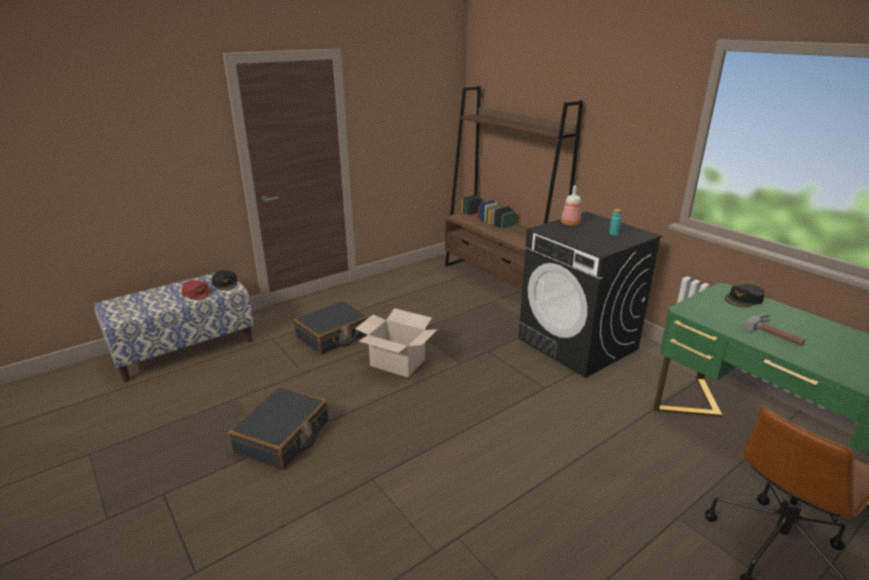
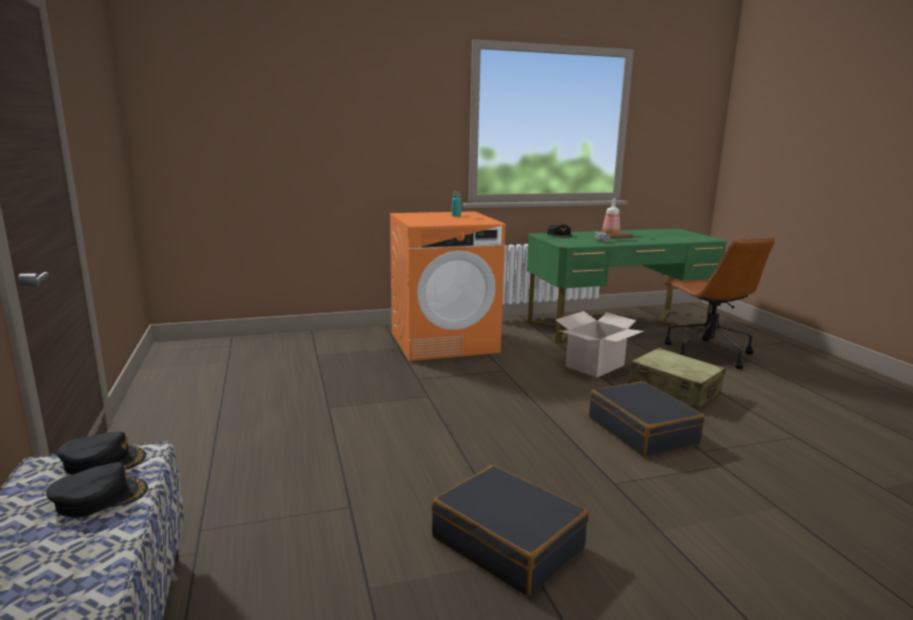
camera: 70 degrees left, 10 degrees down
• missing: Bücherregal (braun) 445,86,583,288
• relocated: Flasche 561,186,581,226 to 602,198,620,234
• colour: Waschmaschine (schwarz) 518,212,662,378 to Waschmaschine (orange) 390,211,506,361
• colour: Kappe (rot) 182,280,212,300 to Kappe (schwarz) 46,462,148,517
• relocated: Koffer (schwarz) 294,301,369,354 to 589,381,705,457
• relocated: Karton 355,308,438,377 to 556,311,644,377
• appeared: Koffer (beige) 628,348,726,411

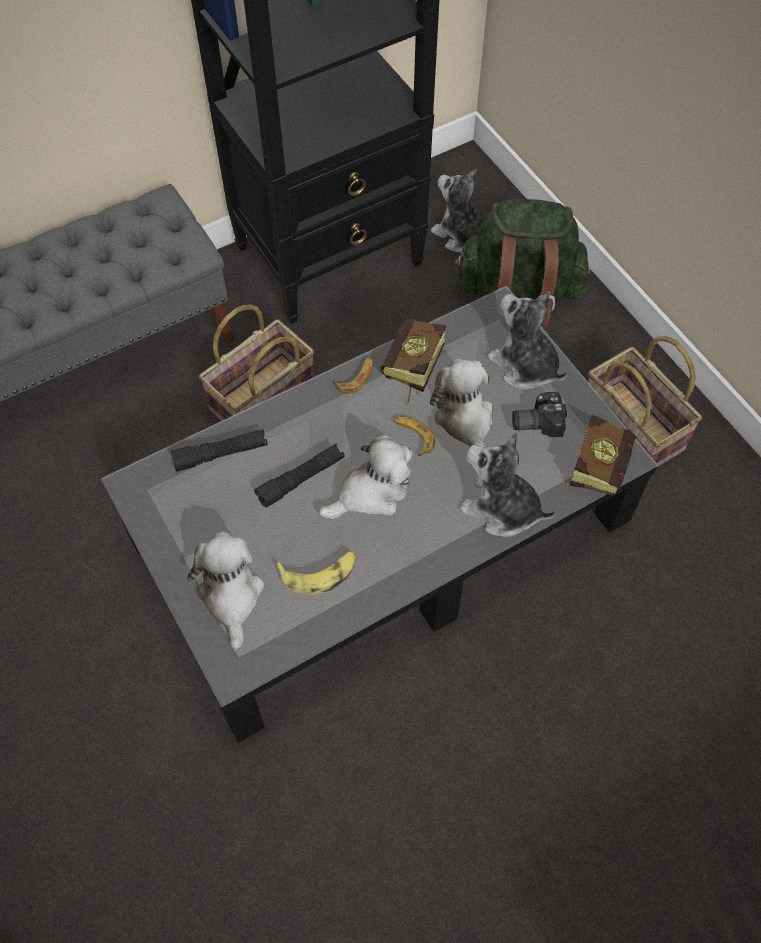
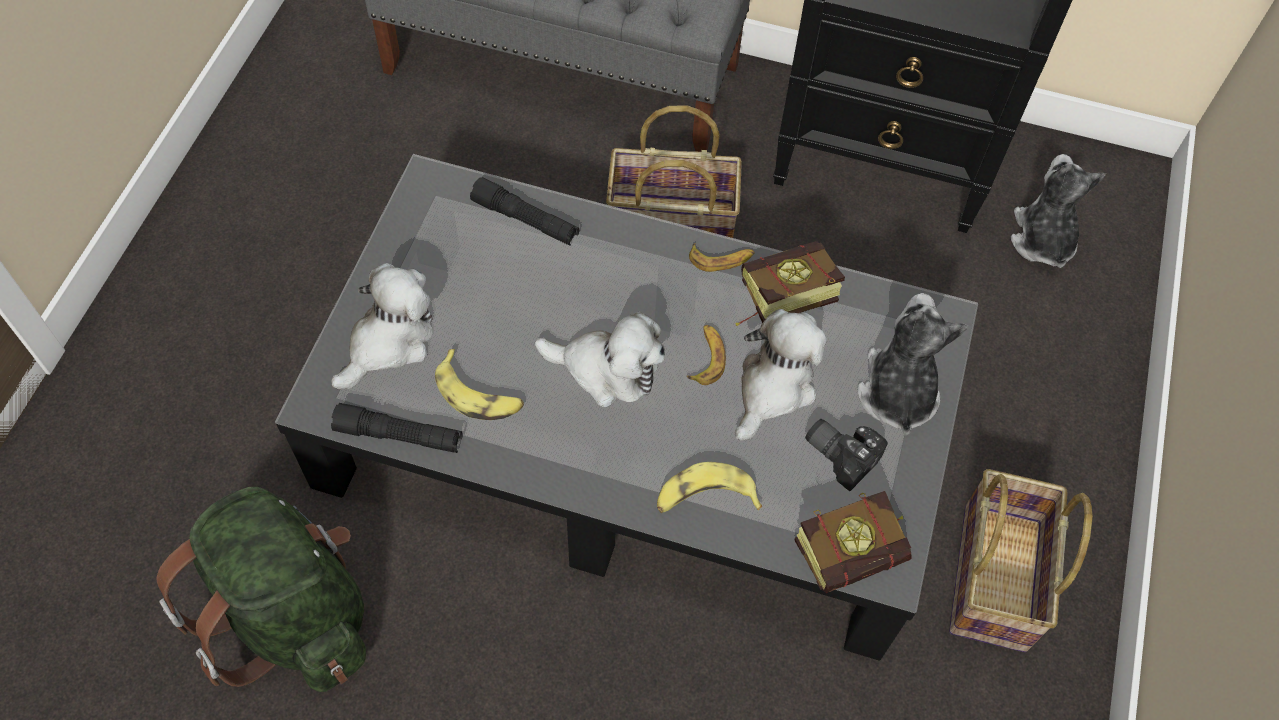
camera: 45 degrees right, 0 degrees up
• relocated: Rucksack (grün) 455,199,590,328 to 156,487,366,692
• exchanged: Plüschtier 460,432,557,537 to Banane 657,462,762,513
• relocated: Taschenlampe (schwarz) 255,443,345,508 to 331,403,463,453

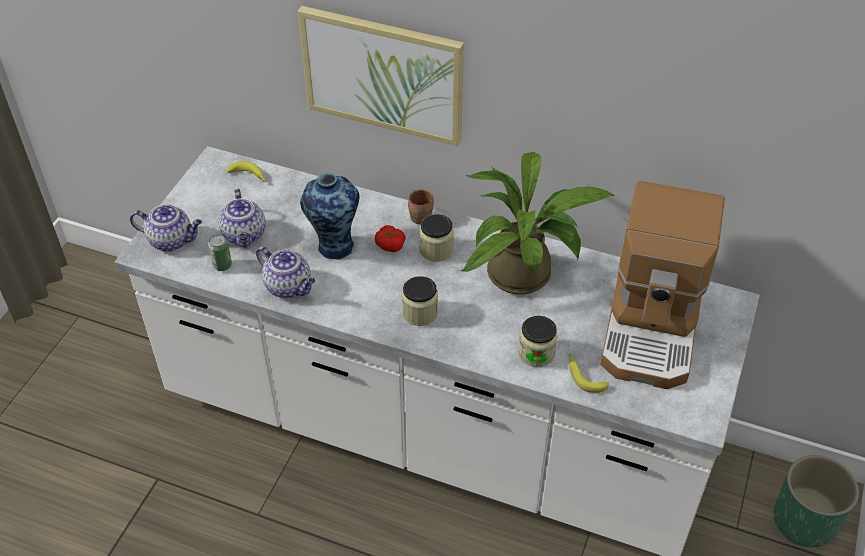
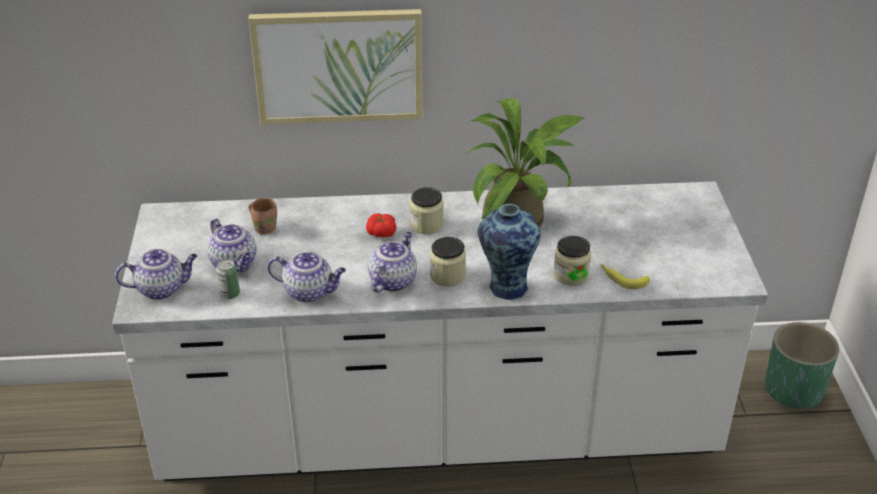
camera: 25 degrees left, 10 degrees down
• missing: Banane 227,161,266,182
• relocated: Vase 300,173,360,259 to 478,204,541,300
• missing: Kaffeemaschine 600,181,725,389
• relocated: Henkelbecher (braun) 408,189,434,224 to 249,198,277,234
• appeared: Teekanne 368,232,417,292

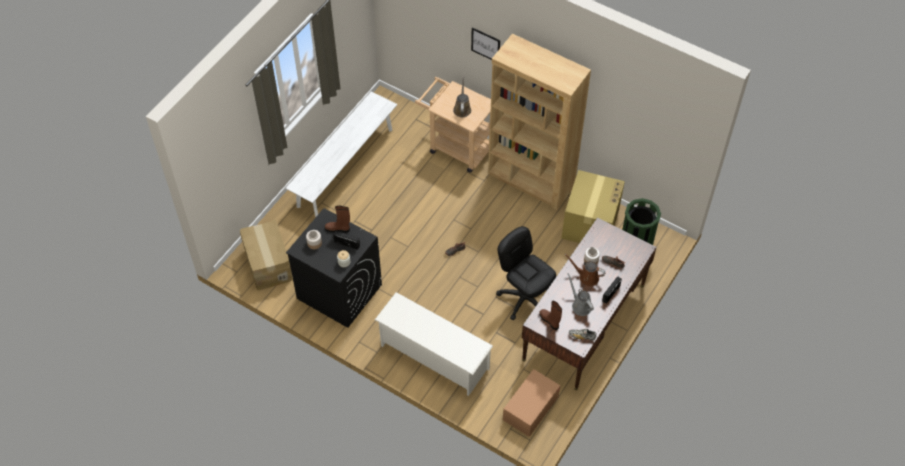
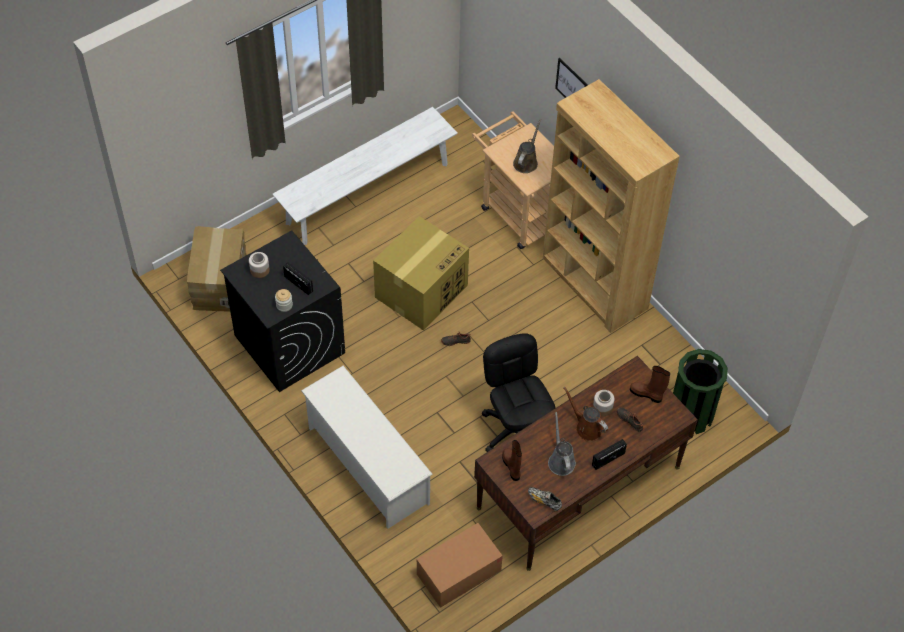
camera: 20 degrees right, 0 degrees up
• relocated: Karton 561,170,625,243 to 373,216,469,331
• relocated: Stiefel (braun) 325,206,350,233 to 630,366,670,403

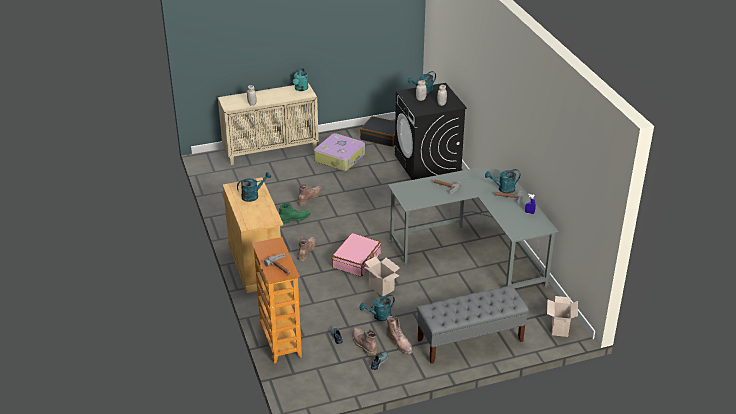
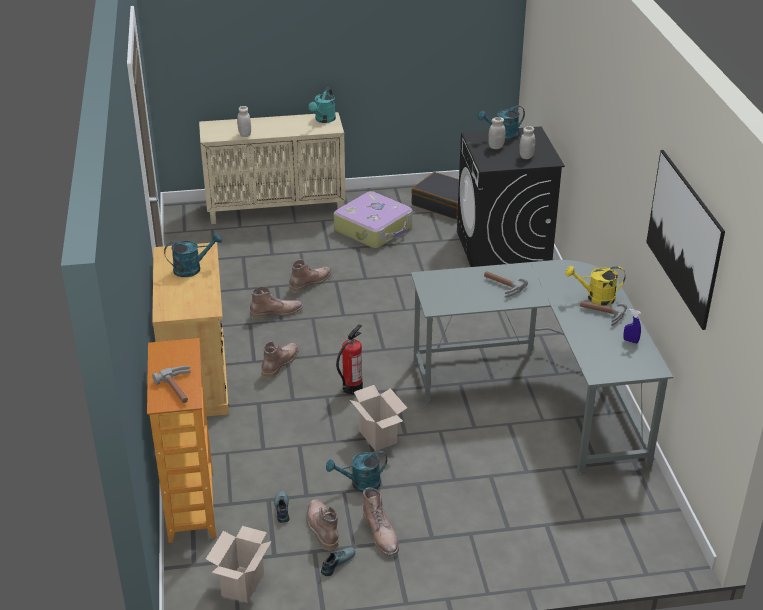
camera: 10 degrees right, 0 degrees up
• colour: Gießkanne (türkis) 485,169,520,193 to Gießkanne (gelb) 565,266,626,305
• colour: Stiefel (grün) 279,203,311,224 to Stiefel (braun) 250,286,303,319
• exchanged: Koffer (rosa) 332,233,381,277 to Feuerlöscher 336,324,363,395
• missing: Bank (grau) 417,285,529,364
• relocated: Karton 547,296,578,337 to 206,526,272,603
• appeared: Bild 646,150,725,330

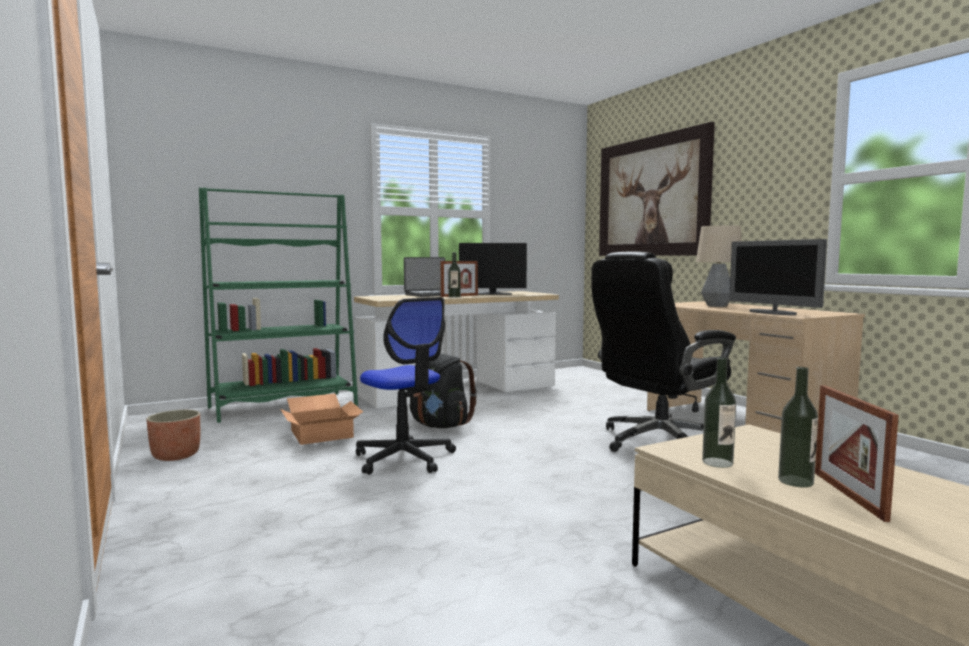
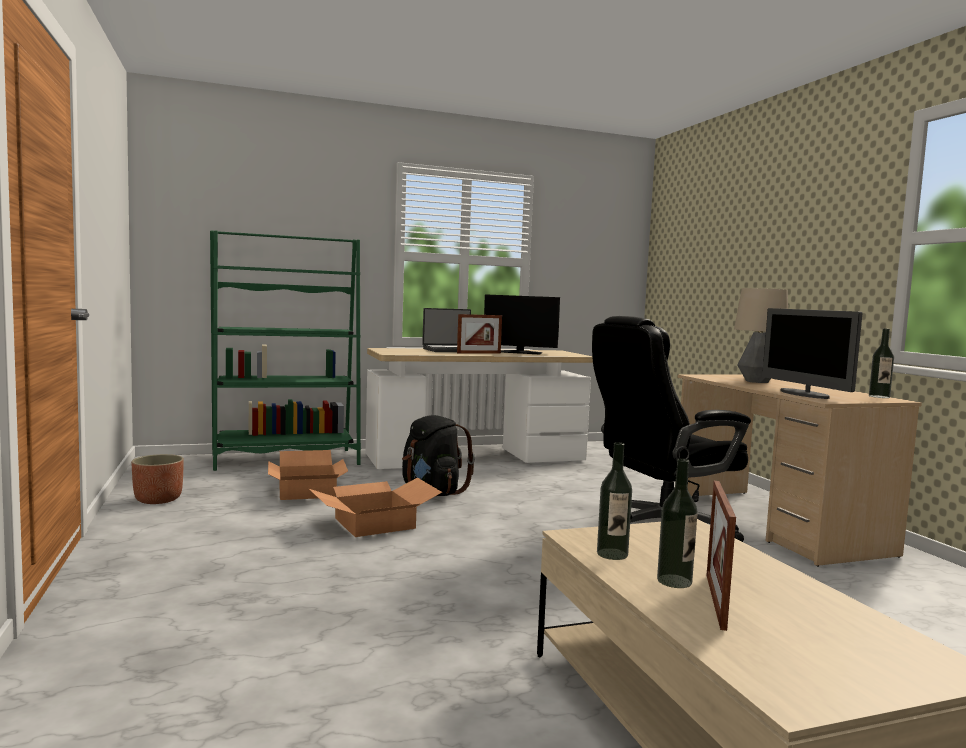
camera: 10 degrees right, 0 degrees up
• missing: Bild 599,122,715,256
• relocated: Flasche 448,252,461,298 to 869,328,894,398
• exchanged: Bürostuhl 356,297,456,475 to Karton 309,478,442,537

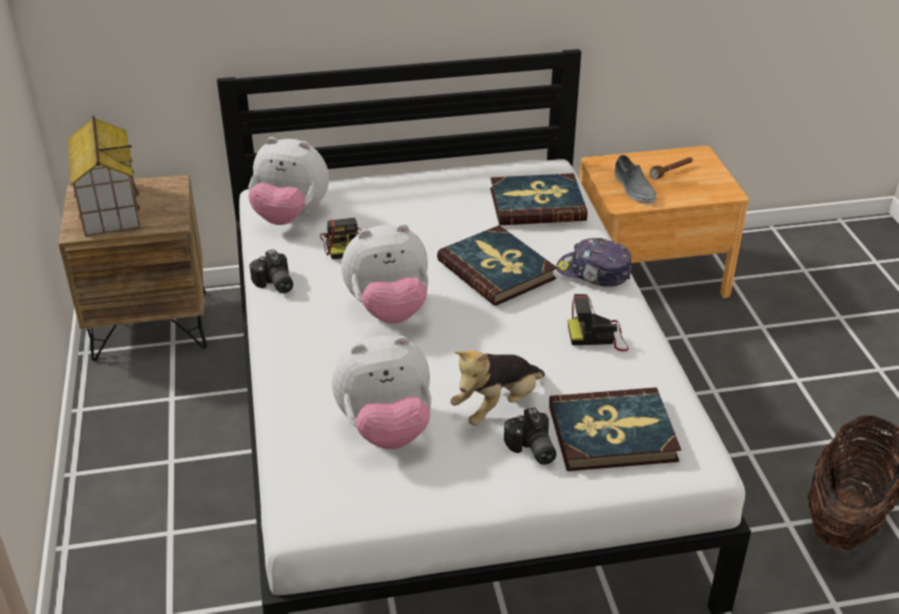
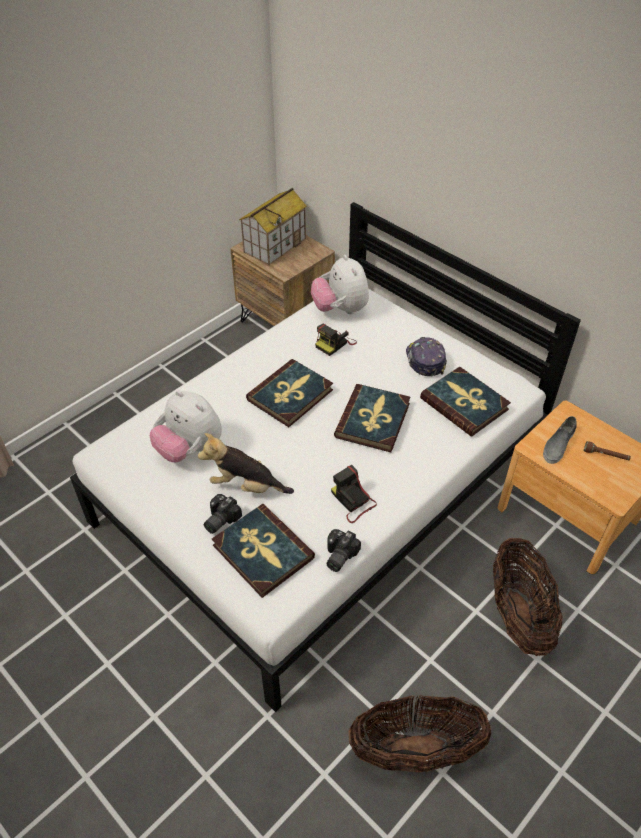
camera: 55 degrees right, 10 degrees up
• exchanged: Plüschtier 341,224,429,324 to Buch 246,359,333,427
• relocated: Kappe 556,238,632,287 to 406,337,447,377
• relocated: Kamera 250,249,293,293 to 327,529,361,572
• appeared: Korb 493,538,563,656

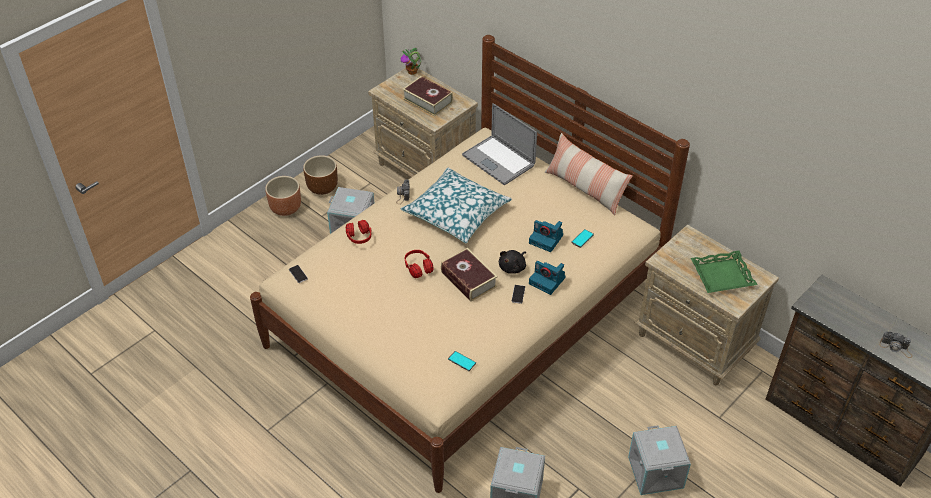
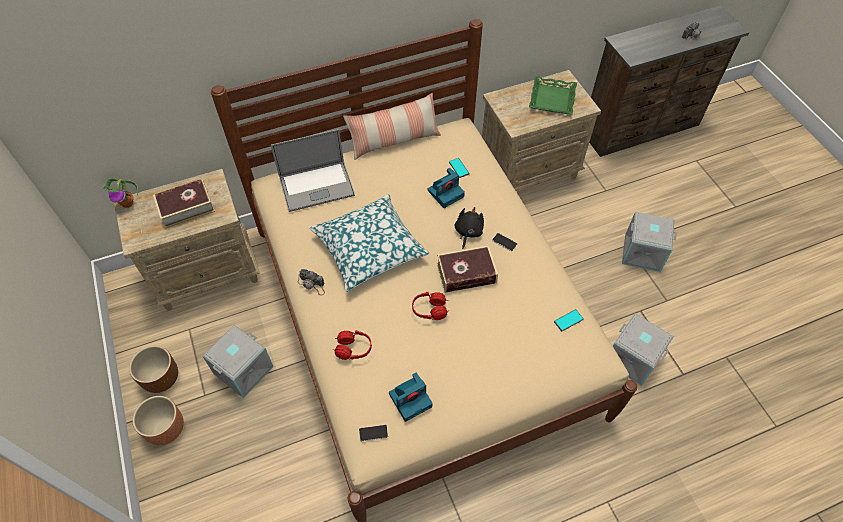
camera: 65 degrees left, 10 degrees up
• spun: Plüschtier (schwarz) 499,250,526,274 = 455,207,484,249 135 degrees counterclockwise
• relocated: Kamera 529,261,566,295 to 389,373,433,422

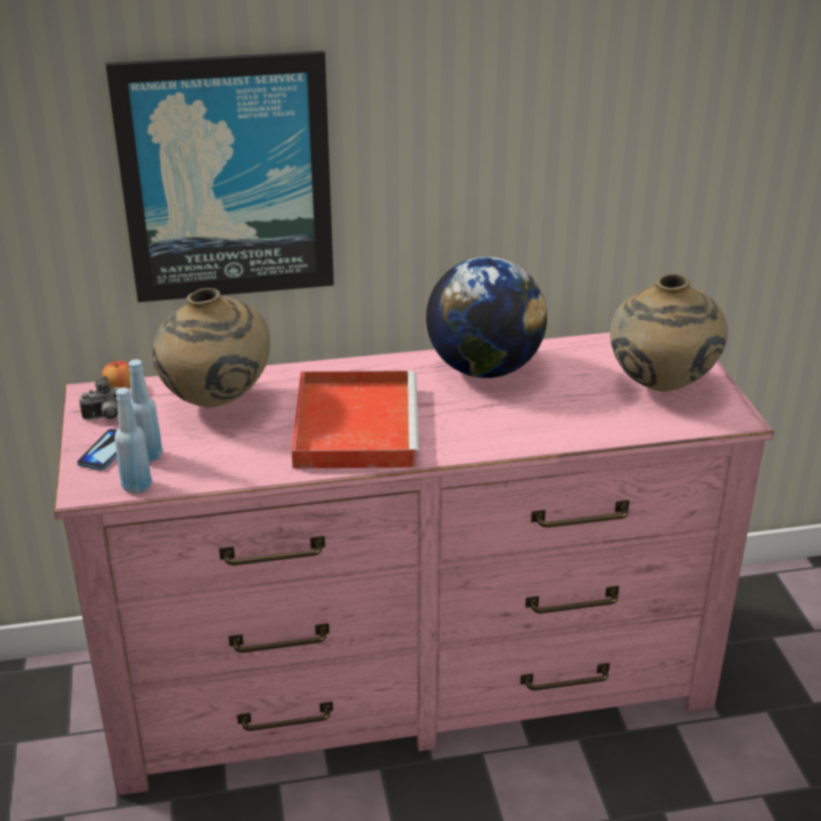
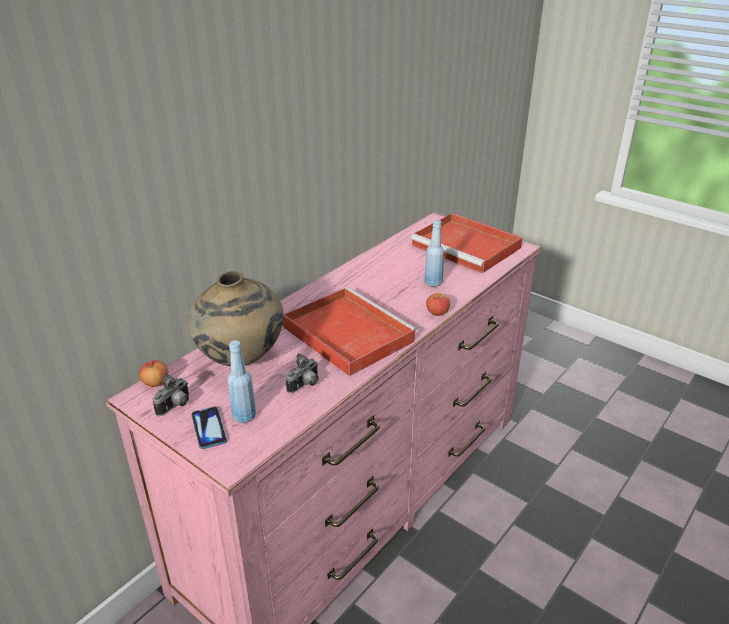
camera: 40 degrees left, 0 degrees up
• missing: Bild 106,51,334,302
• missing: Globus 426,257,547,378
• exchanged: Vase (beige) 610,274,728,392 to Tablett (rot) 411,213,523,273
• relocated: Flasche (blau) 114,387,152,493 to 424,220,444,287
• appeared: Apfel 426,293,450,316
• appeared: Kamera 286,353,319,393

